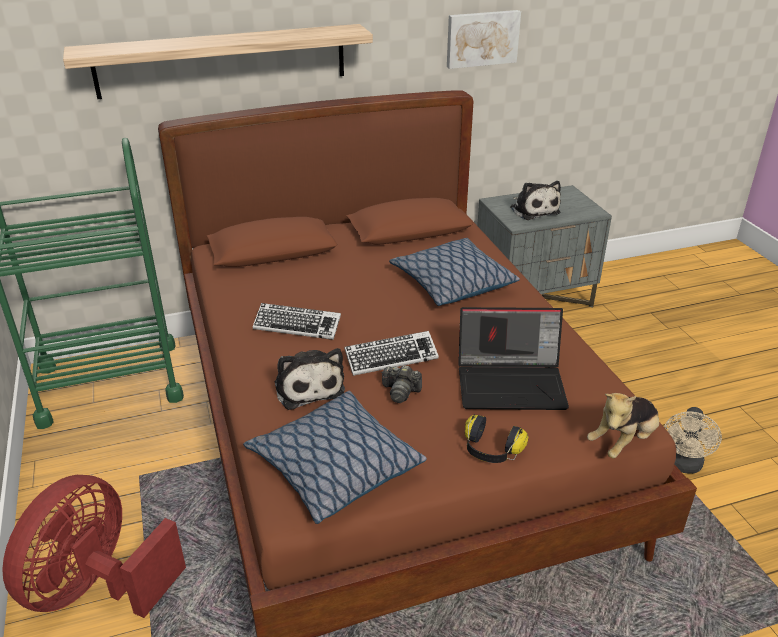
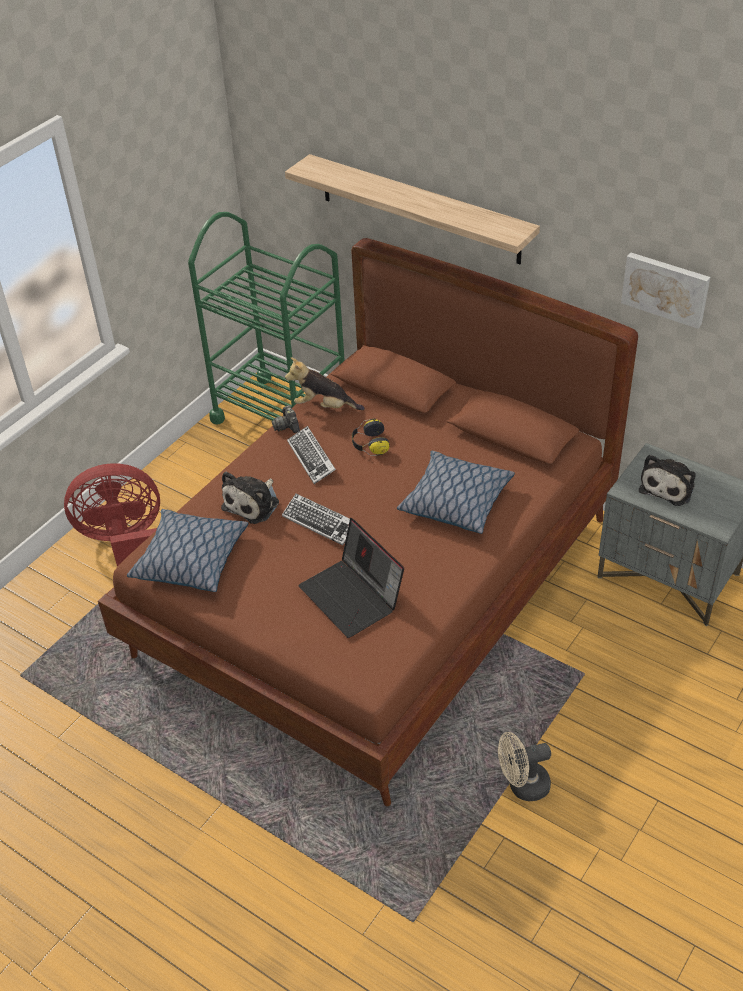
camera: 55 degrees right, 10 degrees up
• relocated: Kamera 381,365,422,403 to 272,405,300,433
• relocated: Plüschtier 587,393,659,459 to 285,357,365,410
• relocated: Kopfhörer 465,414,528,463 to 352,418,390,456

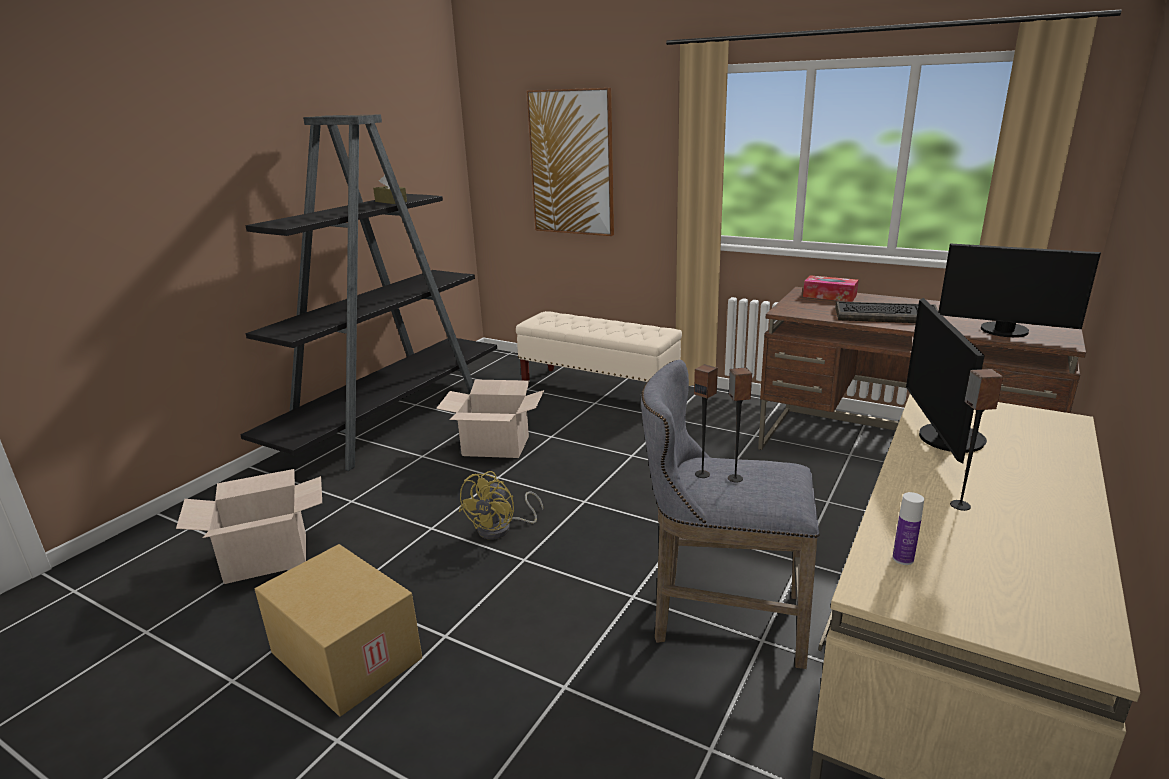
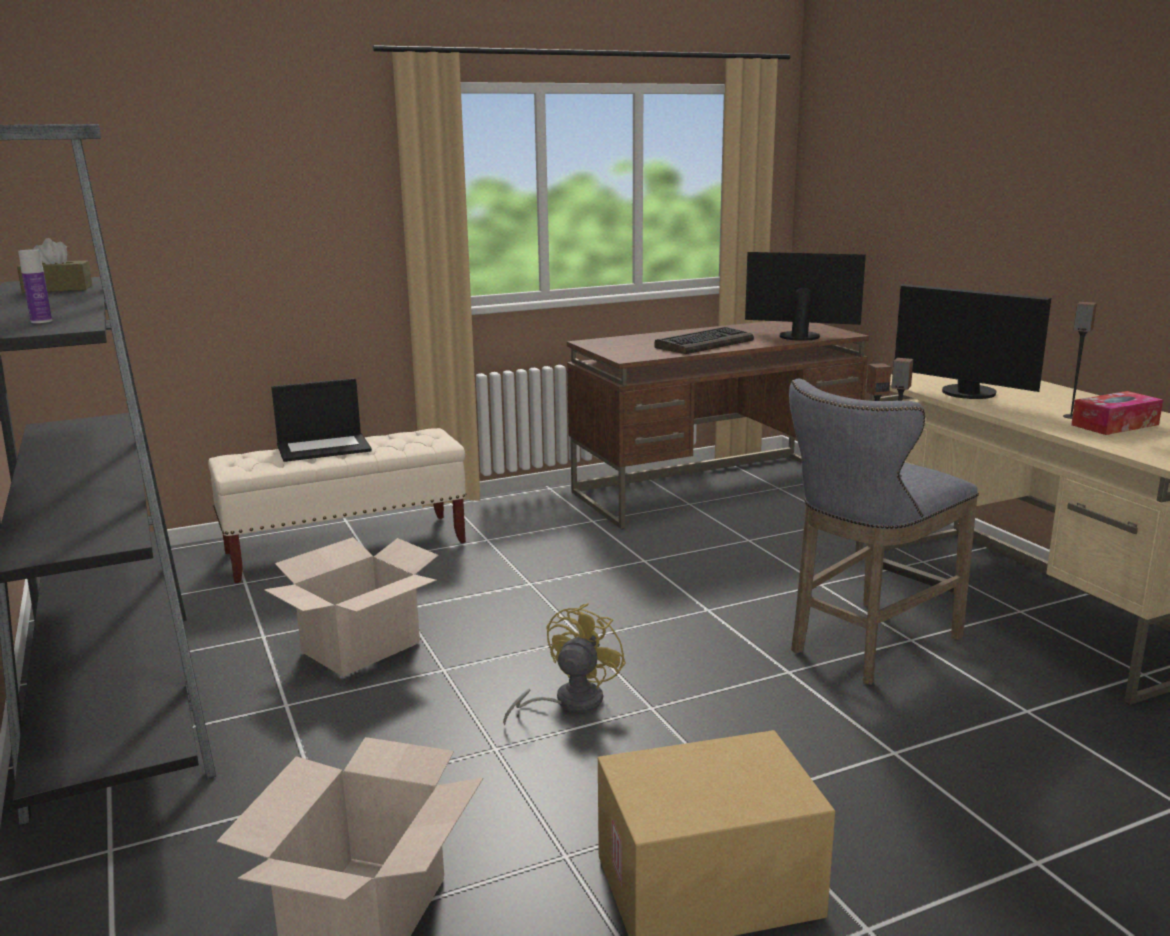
camera: 55 degrees left, 5 degrees down
• missing: Bild 527,88,614,236
• spun: Monitor 939,243,1101,337 = 745,252,866,341 135 degrees counterclockwise
• relocated: Taschentuchbox 803,275,858,302 to 1071,391,1163,435
• spun: Ventilator (gelb) 459,471,543,539 = 503,603,626,725 120 degrees counterclockwise
• relocated: Flasche 892,492,924,565 to 18,249,52,323
• appeared: Laptop 271,378,372,462

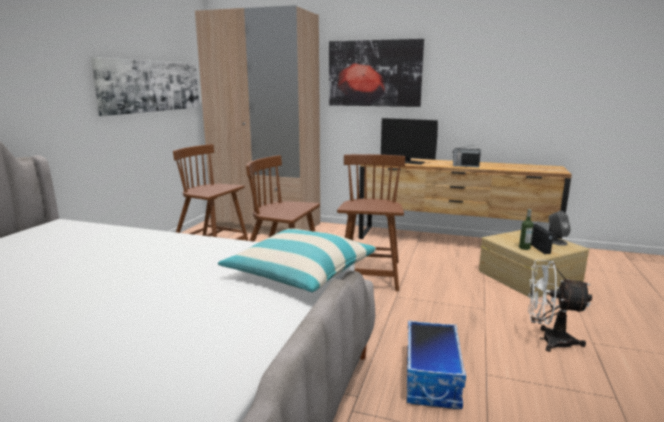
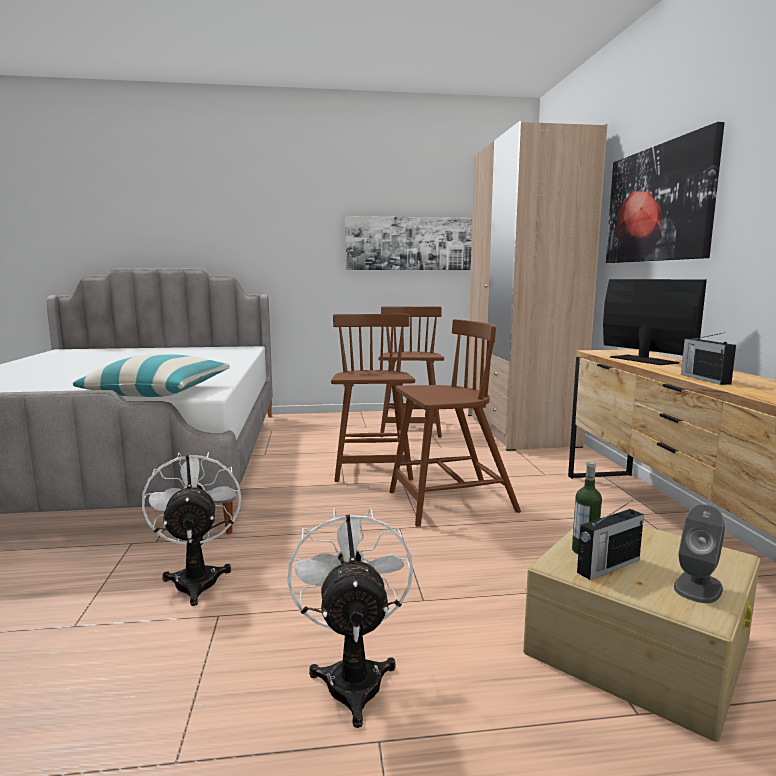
camera: 65 degrees right, 5 degrees down
• spun: Monitor 381,118,438,165 = 603,279,707,365 150 degrees clockwise
• exchanged: Aufbewahrungsbox 407,320,466,409 to Ventilator (weiß) 142,452,241,606

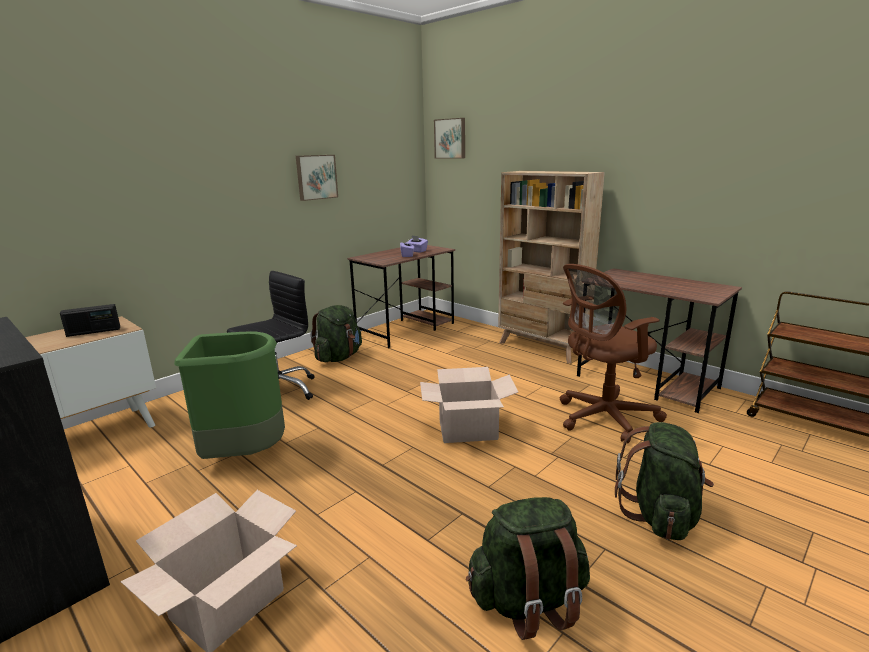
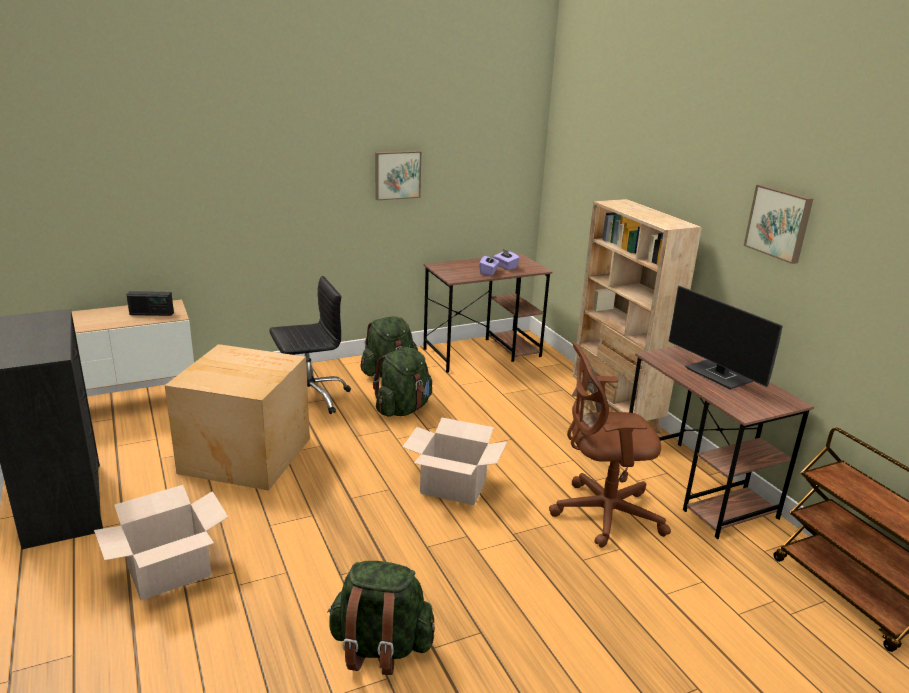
camera: 20 degrees right, 5 degrees up
• relocated: Bild 434,118,465,159 to 744,184,813,264
• exchanged: Mülleimer (grün) 174,332,285,459 to Karton 165,344,310,491
• relocated: Rucksack (grün) 615,422,714,540 to 373,347,432,417
• appeared: Monitor 668,286,783,390

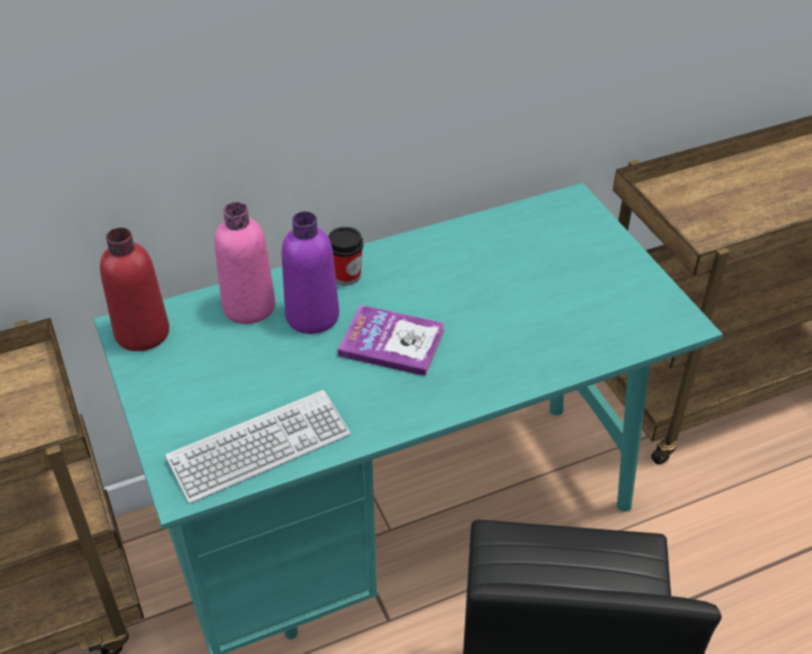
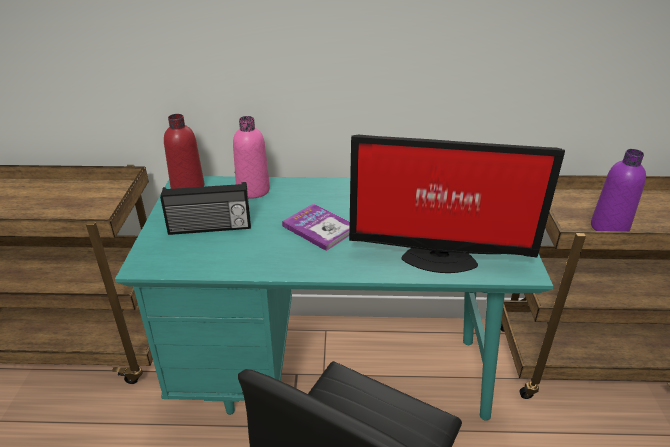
camera: 25 degrees right, 10 degrees down
• relocated: Flasche (lila) 282,211,339,334 to 591,149,646,231
• missing: Tasse 328,227,364,286
• missing: Tastatur 165,390,351,504
• appeared: Monitor 349,135,565,273
• appeared: Radio 160,182,251,235

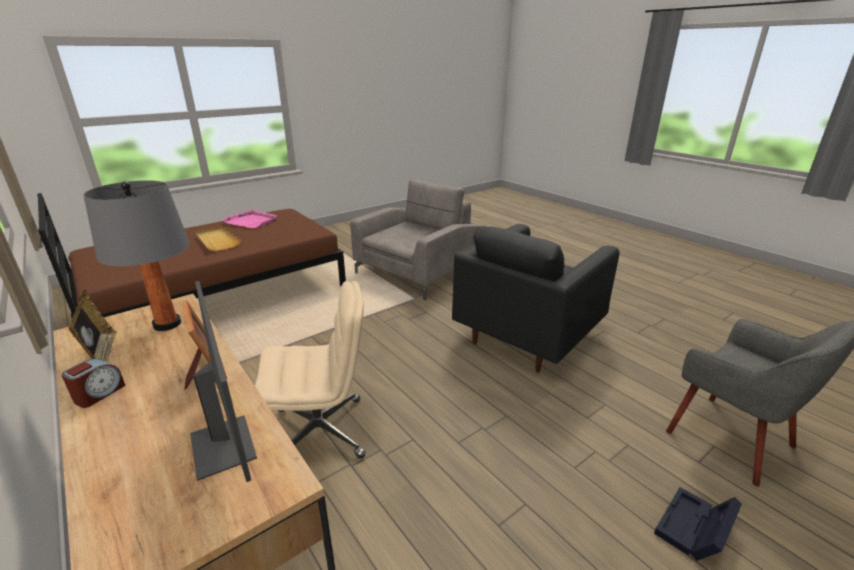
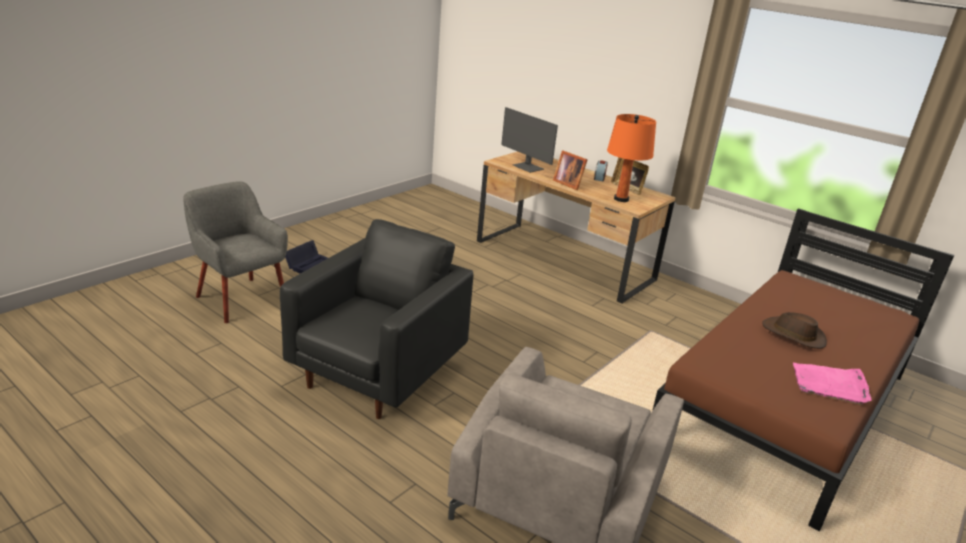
camera: 165 degrees right, 0 degrees up
• colour: Tischlampe (grau) 83,180,190,331 to Tischlampe (orange) 607,114,656,202
• exchanged: Tablett (beige) 195,226,241,251 to Hut (braun) 762,312,827,349
• missing: Bürostuhl (beige) 255,281,365,458

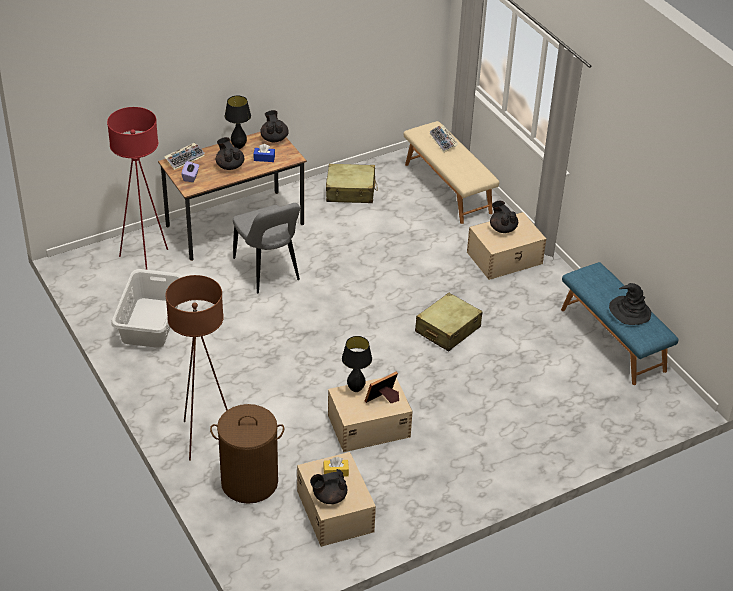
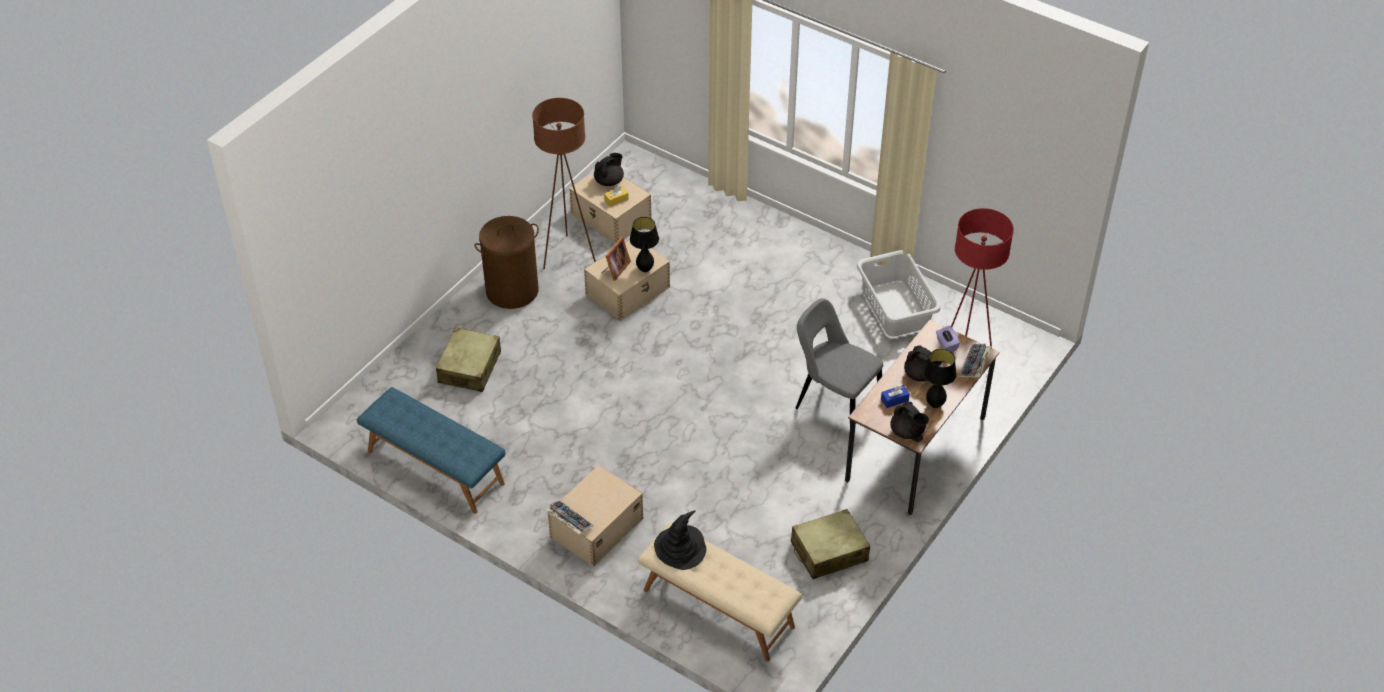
camera: 155 degrees right, 5 degrees up
• relocated: Tastatur 429,125,458,153 to 545,500,594,534
• missing: Teekanne (schwarz) 490,201,518,233
• relocated: Stehlampe (braun) 165,275,228,461 to 532,98,596,269
• relocated: Hut (schwarz) 609,283,651,325 to 654,510,706,570
• relocated: Koffer (beige) 415,293,483,351 to 436,328,501,392
• relocated: Wäschekorb (braun) 210,404,284,504 to 474,216,539,309

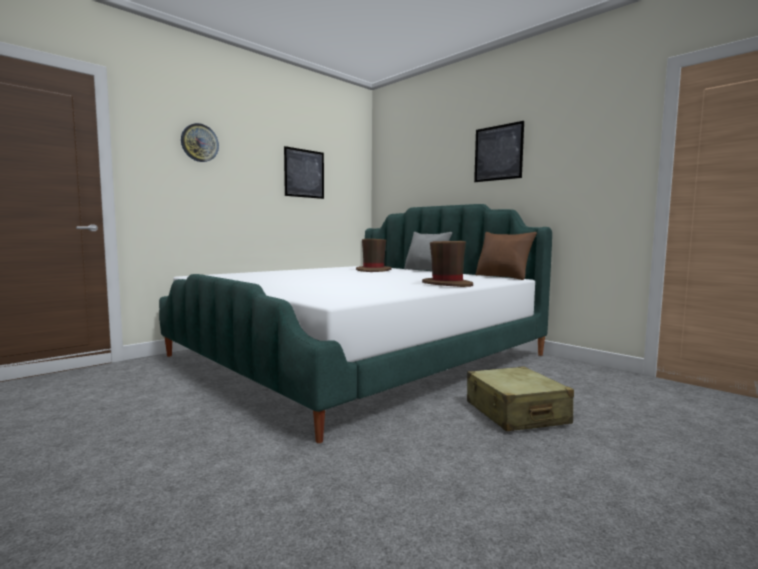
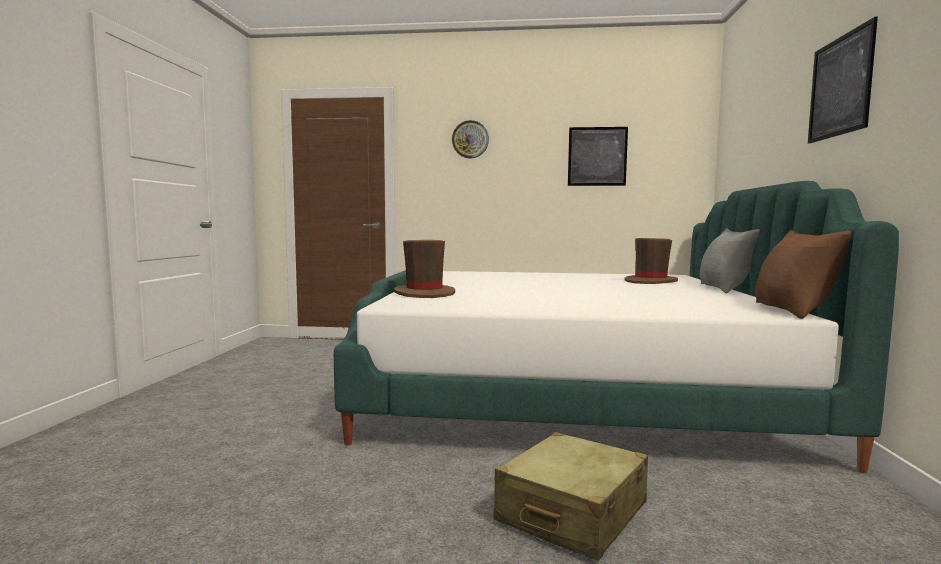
camera: 50 degrees right, 0 degrees up
• relocated: Hut (braun) 422,241,473,287 to 394,240,455,298

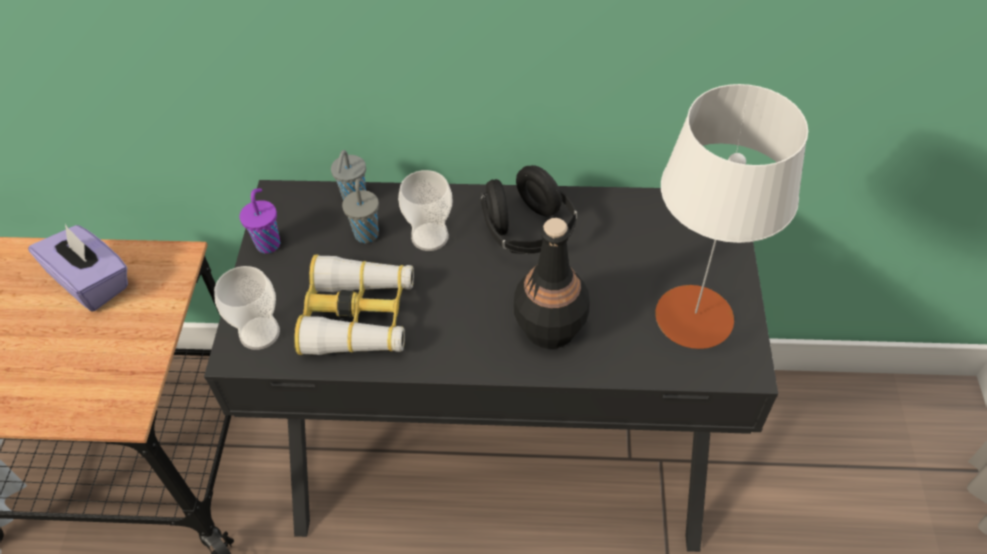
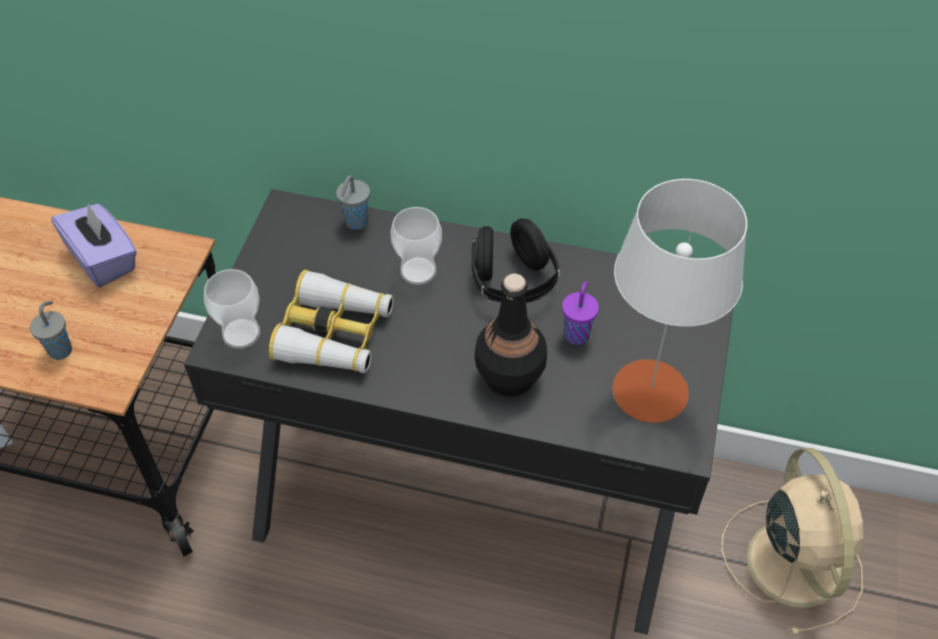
camera: 10 degrees right, 0 degrees up
• relocated: Tasse (grau) 342,178,379,243 to 30,301,72,360
• relocated: Tasse (lila) 240,188,280,253 to 562,281,599,345
• appeared: Ventilator (beige) 721,448,864,635

